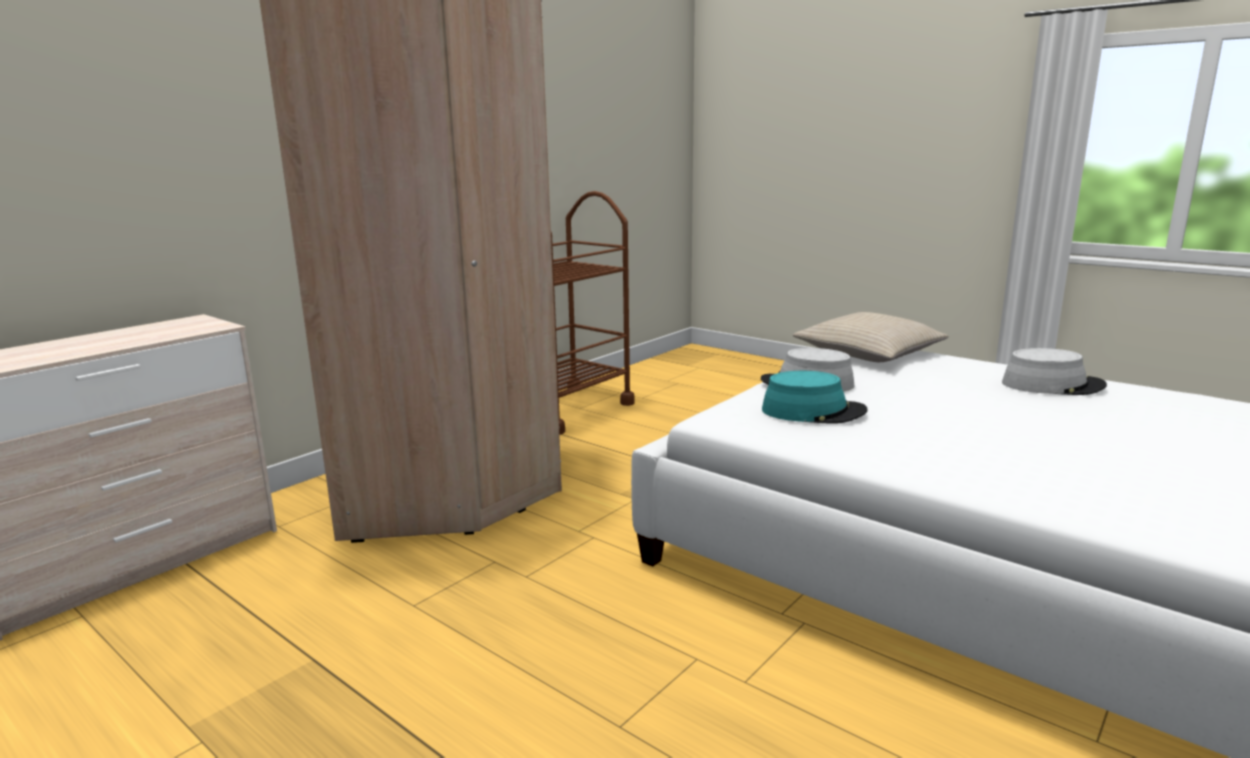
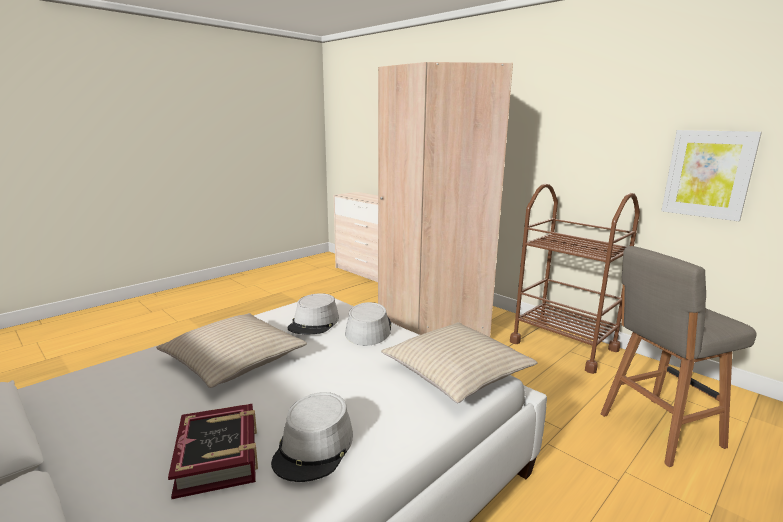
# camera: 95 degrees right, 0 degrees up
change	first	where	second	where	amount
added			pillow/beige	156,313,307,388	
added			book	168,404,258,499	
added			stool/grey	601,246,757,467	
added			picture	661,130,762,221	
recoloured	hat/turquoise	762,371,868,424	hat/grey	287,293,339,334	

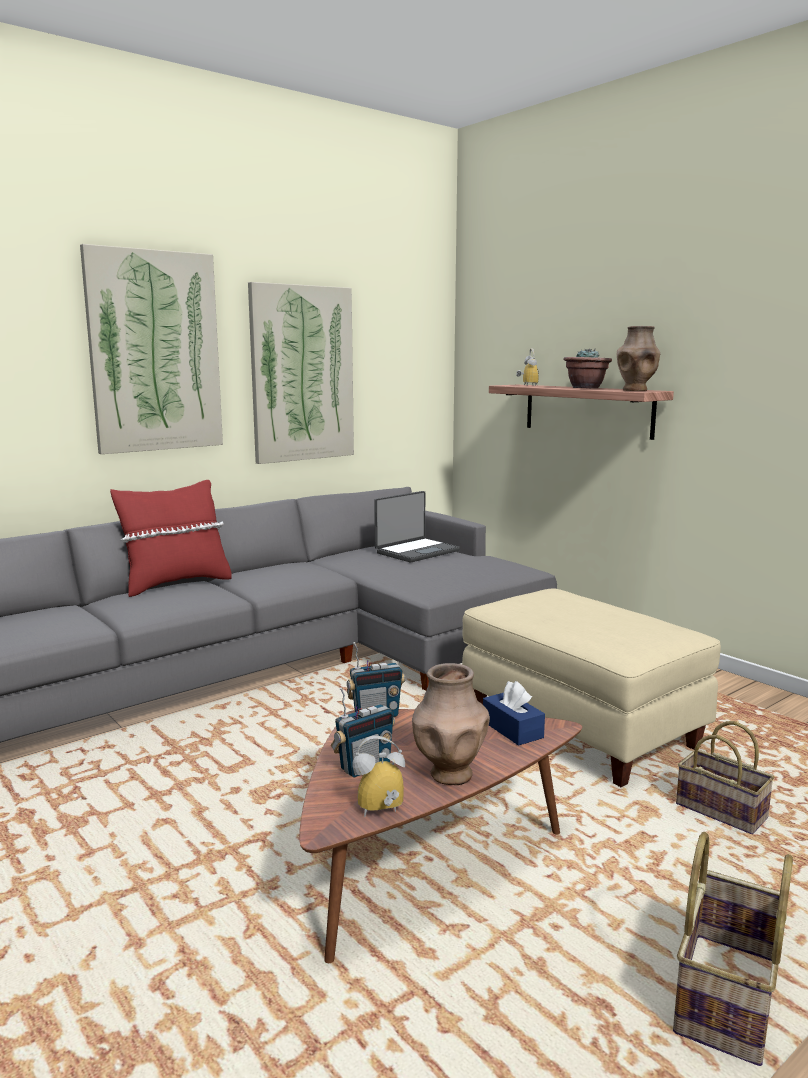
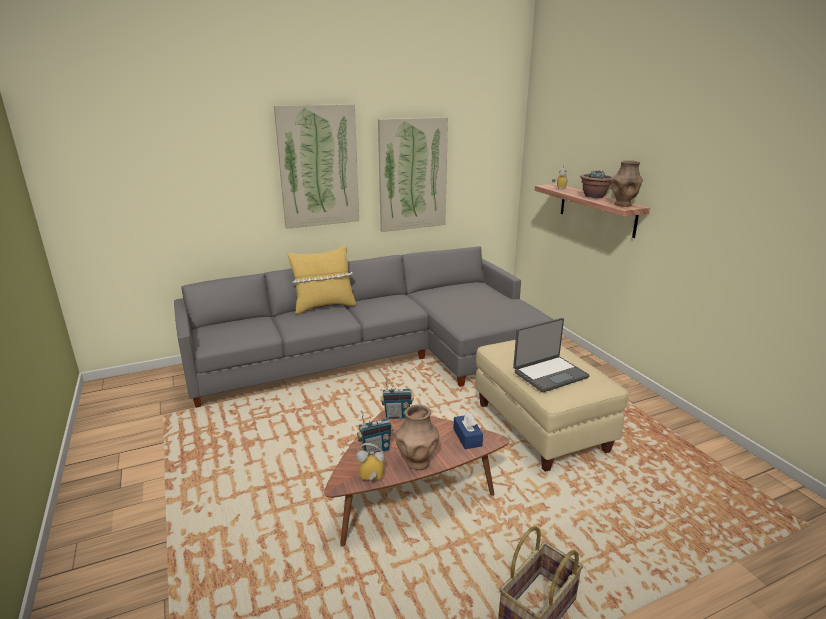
# camera: 15 degrees right, 10 degrees up
change	first	where	second	where	amount
removed	basket	676,721,775,834			
moved	laptop	374,491,460,562		513,318,590,392	
recoloured	pillow/red	110,480,232,597	pillow/yellow	288,246,356,315	

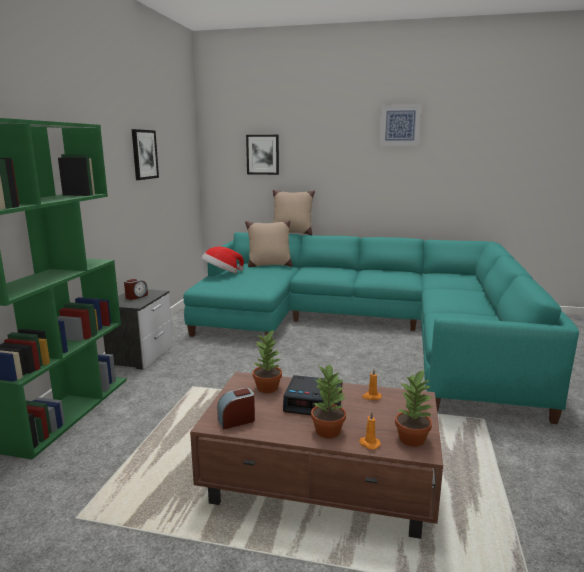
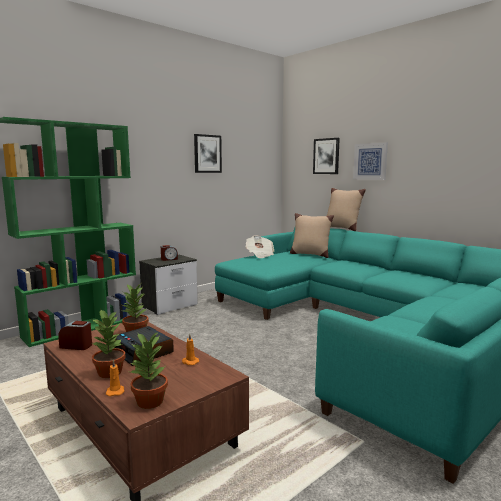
# camera: 35 degrees right, 5 degrees down
change	first	where	second	where	amount
moved	picture	380,104,422,146		353,142,388,180	
replaced	hat	202,247,244,273	newspaper	245,235,274,258	

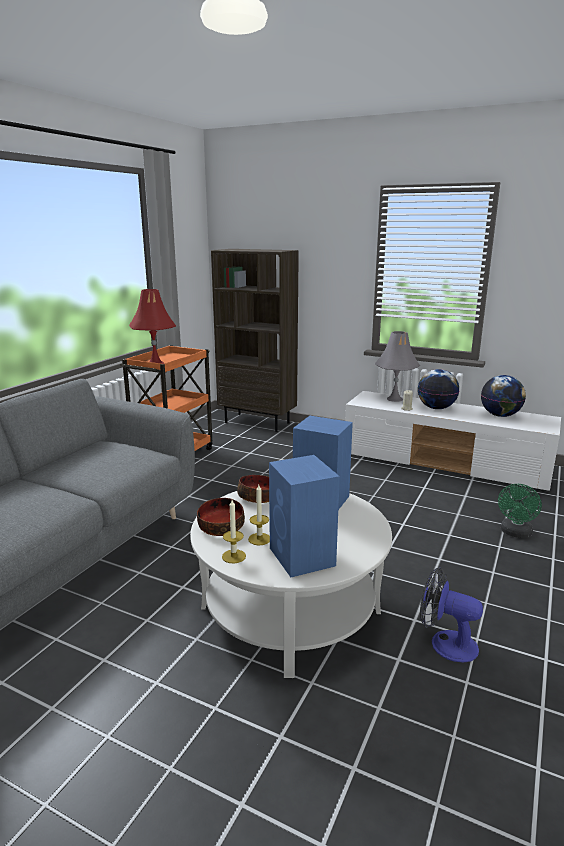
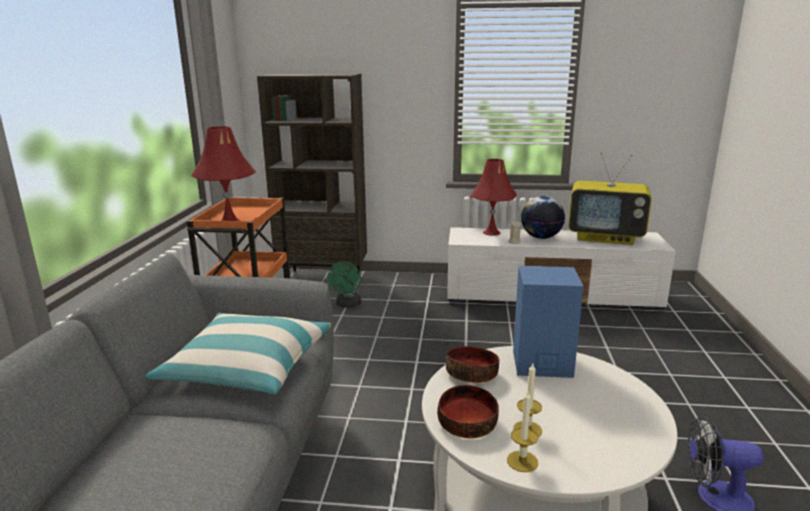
# camera: 20 degrees left, 0 degrees up
change	first	where	second	where	amount
removed	speaker/blue	269,455,340,577			
added			pillow	145,313,331,395	
moved	fan/green	498,484,542,538		327,261,362,308	
replaced	globe	481,375,526,417	television	568,152,652,245	
recoloured	table lamp/grey	375,331,420,402	table lamp/red	470,159,517,236	

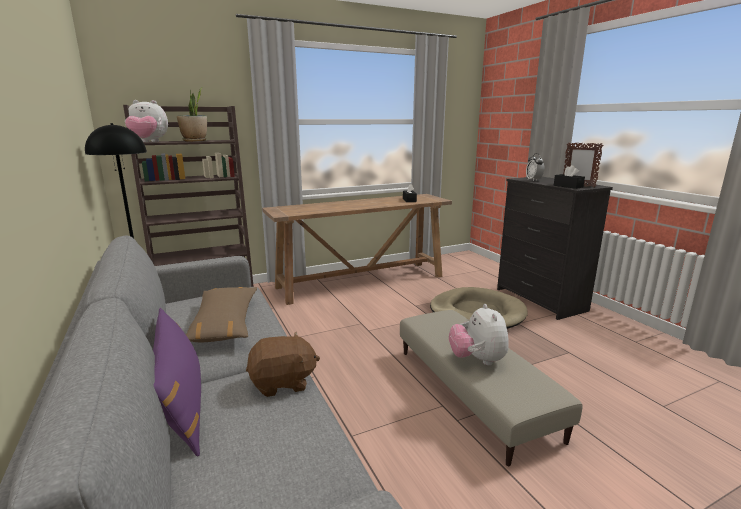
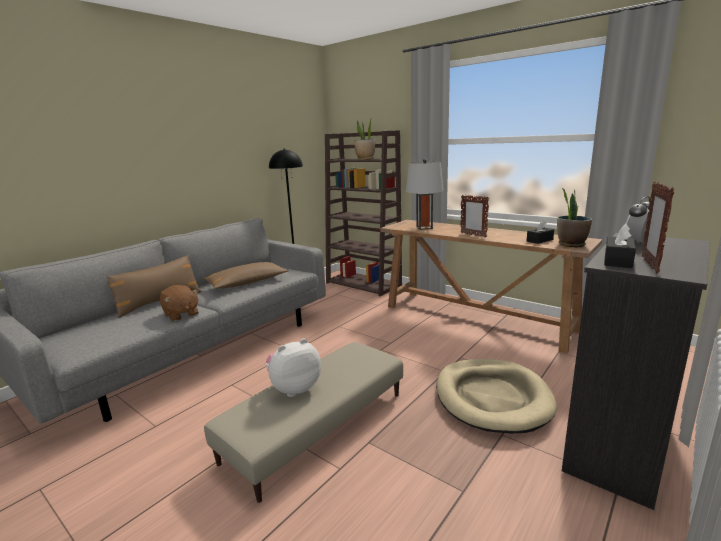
# camera: 65 degrees right, 0 degrees up
change	first	where	second	where	amount
removed	plush toy	125,100,168,142			
added			table lamp/grey	406,159,444,230	
added			picture frame	460,195,489,238	
added			potted plant	557,188,592,247	
recoloured	pillow/purple	153,308,201,456	pillow/brown	107,255,202,318	

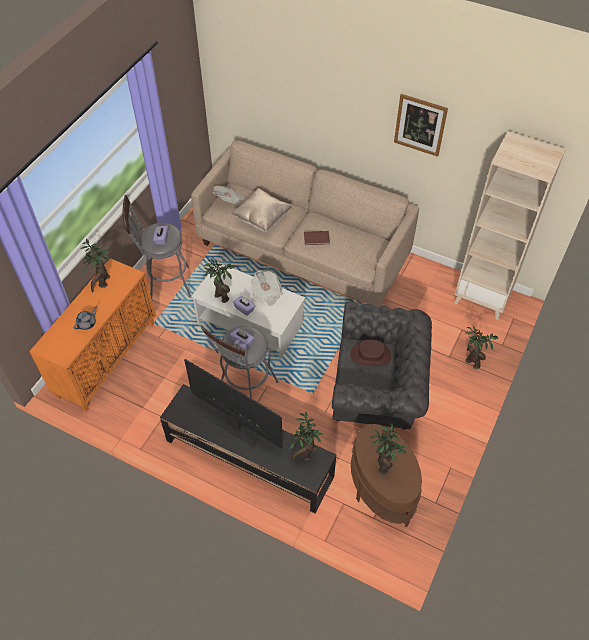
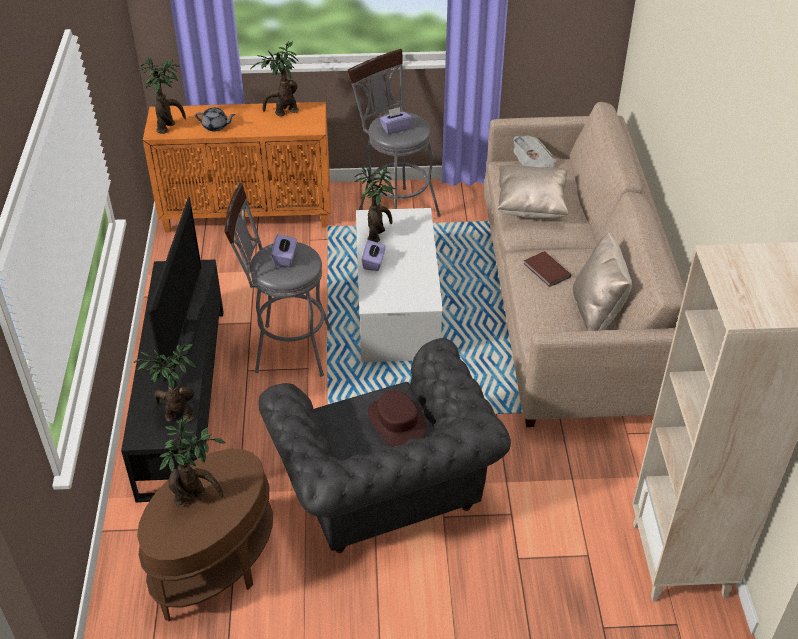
# camera: 60 degrees right, 10 degrees down
change	first	where	second	where	amount
removed	newspaper	250,270,283,306			
removed	picture	394,94,448,157			
added			pillow/beige	573,232,632,331	
moved	potted plant	466,326,498,369		137,56,186,134	

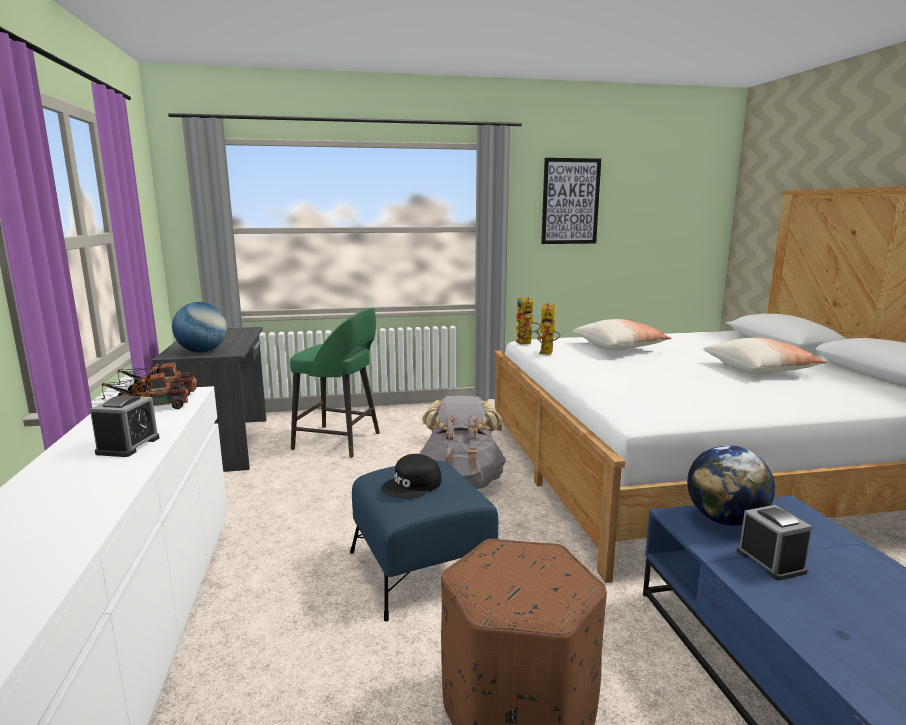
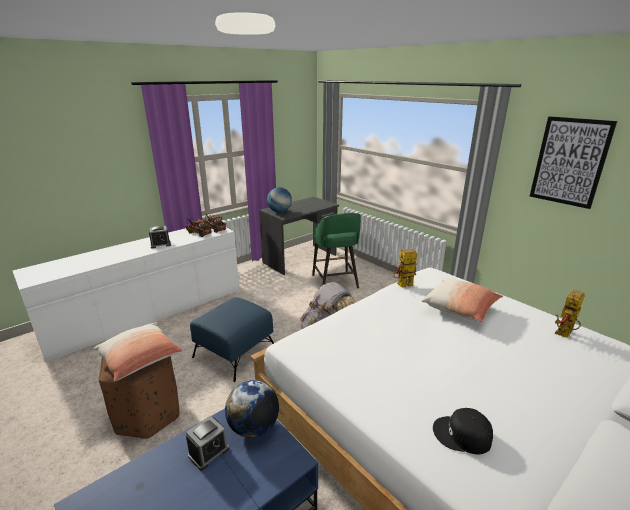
# camera: 60 degrees right, 10 degrees up
change	first	where	second	where	amount
moved	cap/black	382,454,442,499		433,408,493,454	
moved	toy robot	515,297,541,345		555,290,585,338	
moved	pillow	703,337,826,375		93,323,182,381	

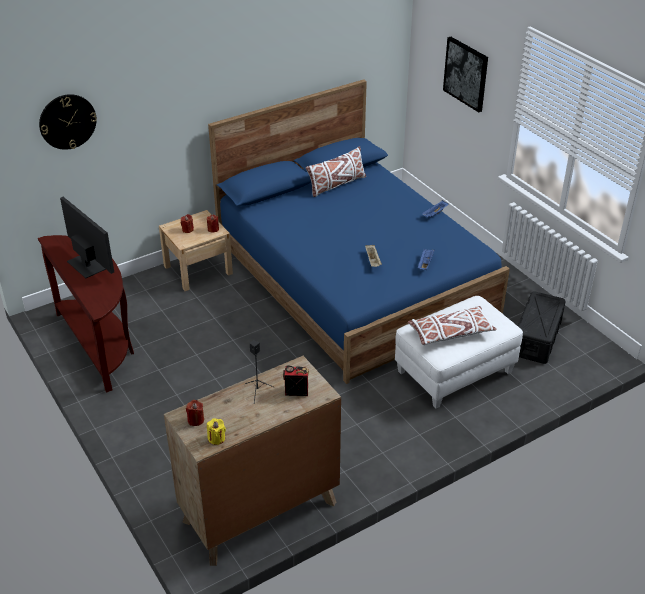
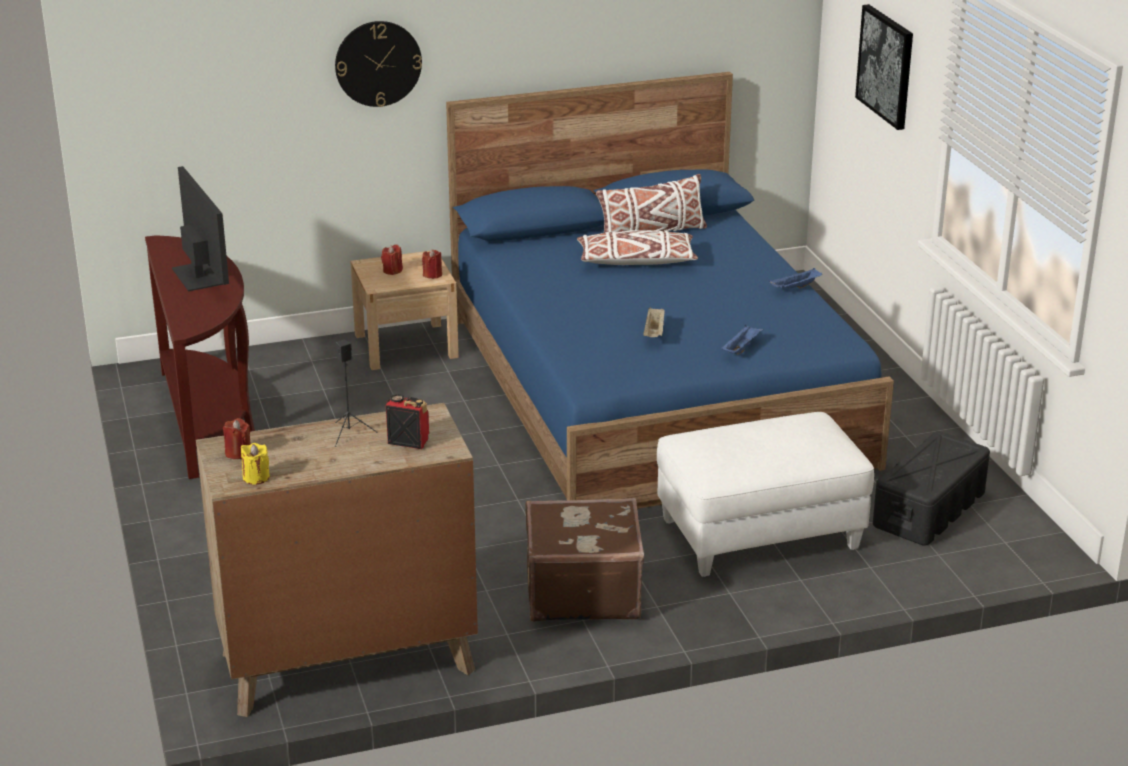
# camera: 15 degrees right, 10 degrees down
change	first	where	second	where	amount
added			suitcase/brown	525,498,644,622	
moved	wall clock	39,94,97,150		335,21,422,107	
moved	pillow/white	408,306,497,345		577,230,698,265	

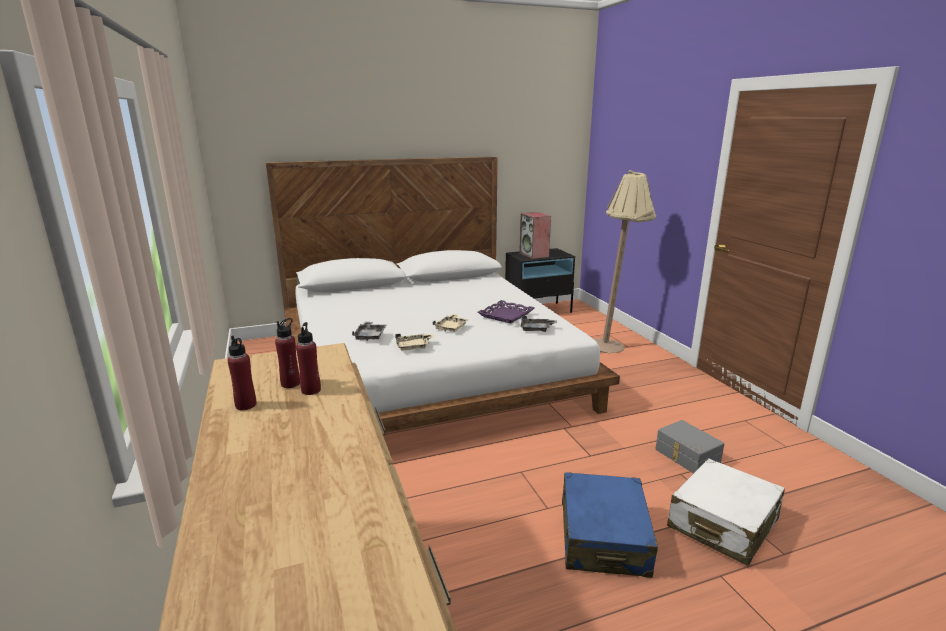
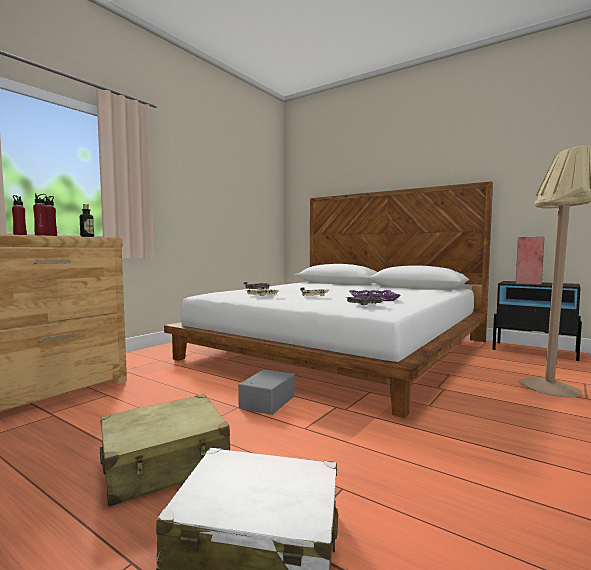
# camera: 55 degrees right, 15 degrees down
change	first	where	second	where	amount
added			bottle	80,204,94,237	
moved	storage box/grey	656,420,724,474		238,369,294,415	
recoloured	suitcase/blue	562,472,658,578	suitcase/beige	100,394,230,506	

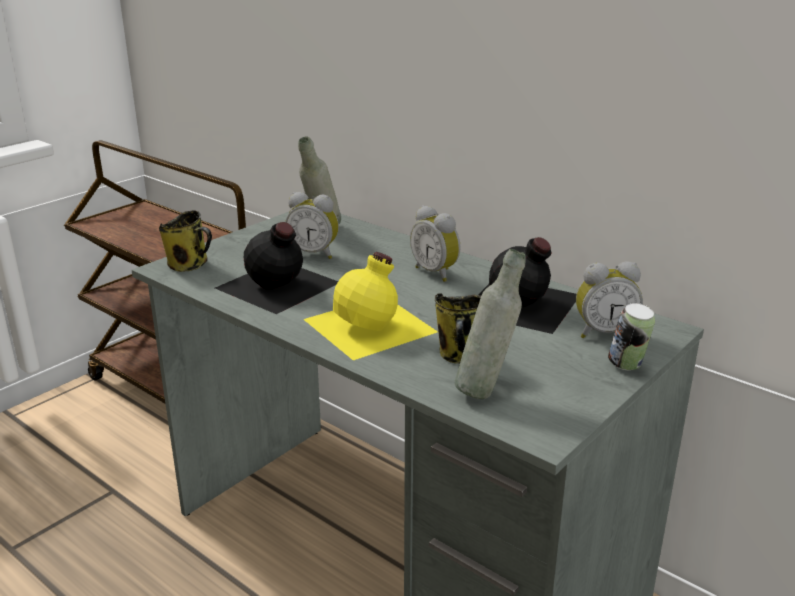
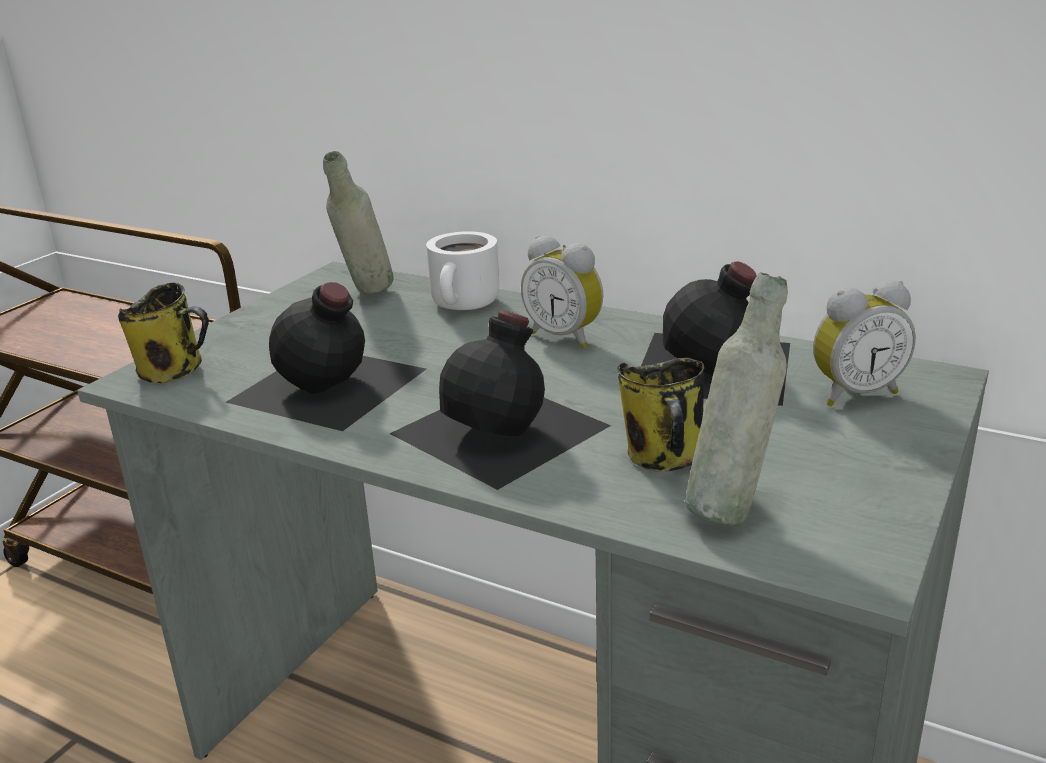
# camera: 10 degrees left, 0 degrees up
change	first	where	second	where	amount
removed	alarm clock	285,192,339,259			
removed	can	608,303,655,370			
added			mug/white	426,231,499,310	
recoloured	bottle/yellow	303,252,438,360	bottle/black	389,310,611,490	

